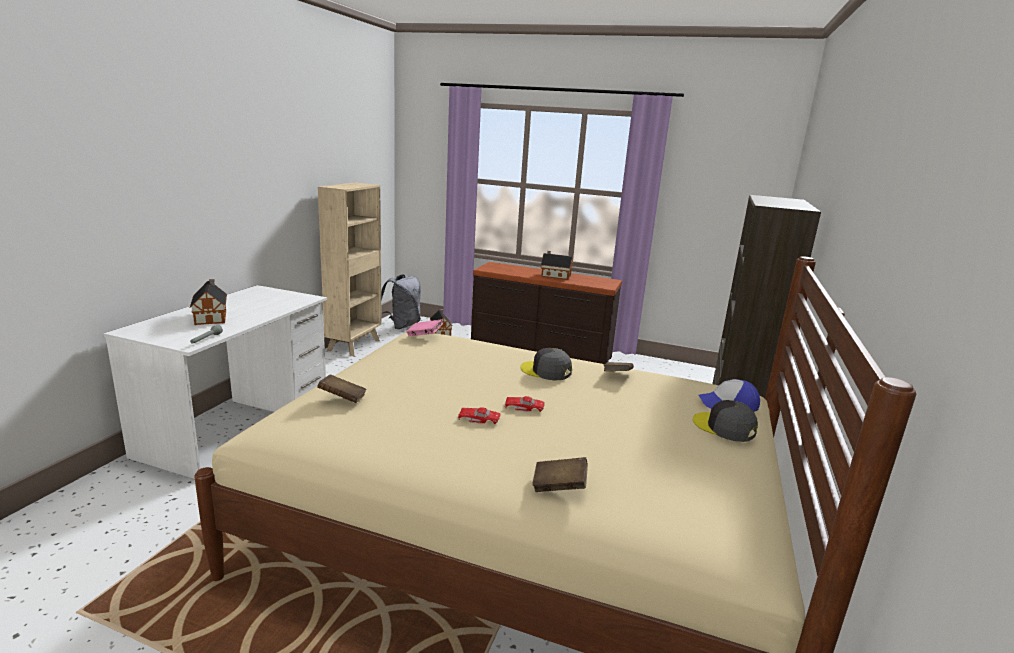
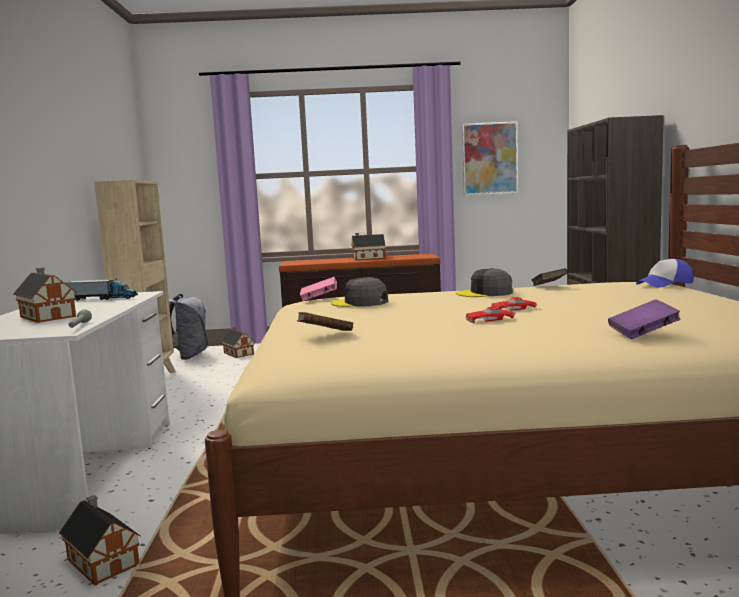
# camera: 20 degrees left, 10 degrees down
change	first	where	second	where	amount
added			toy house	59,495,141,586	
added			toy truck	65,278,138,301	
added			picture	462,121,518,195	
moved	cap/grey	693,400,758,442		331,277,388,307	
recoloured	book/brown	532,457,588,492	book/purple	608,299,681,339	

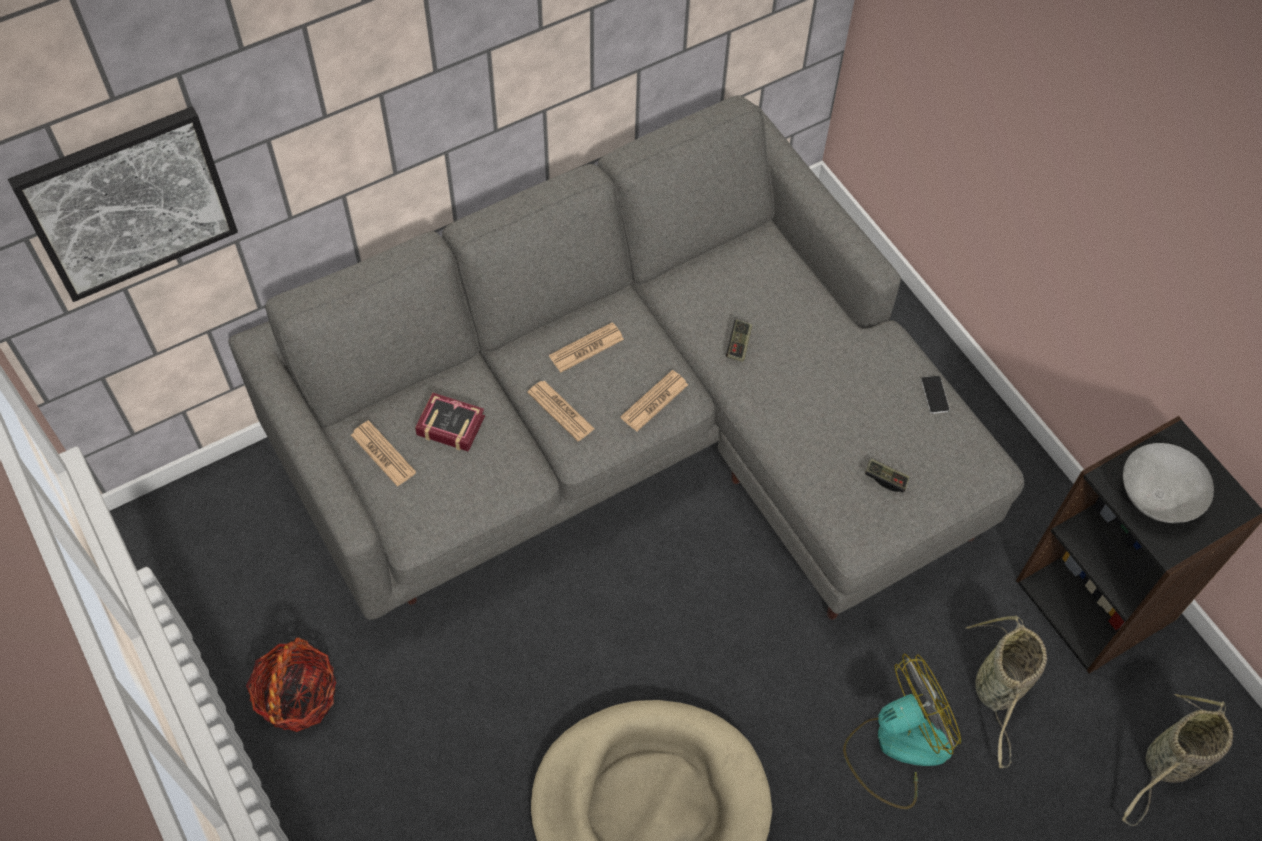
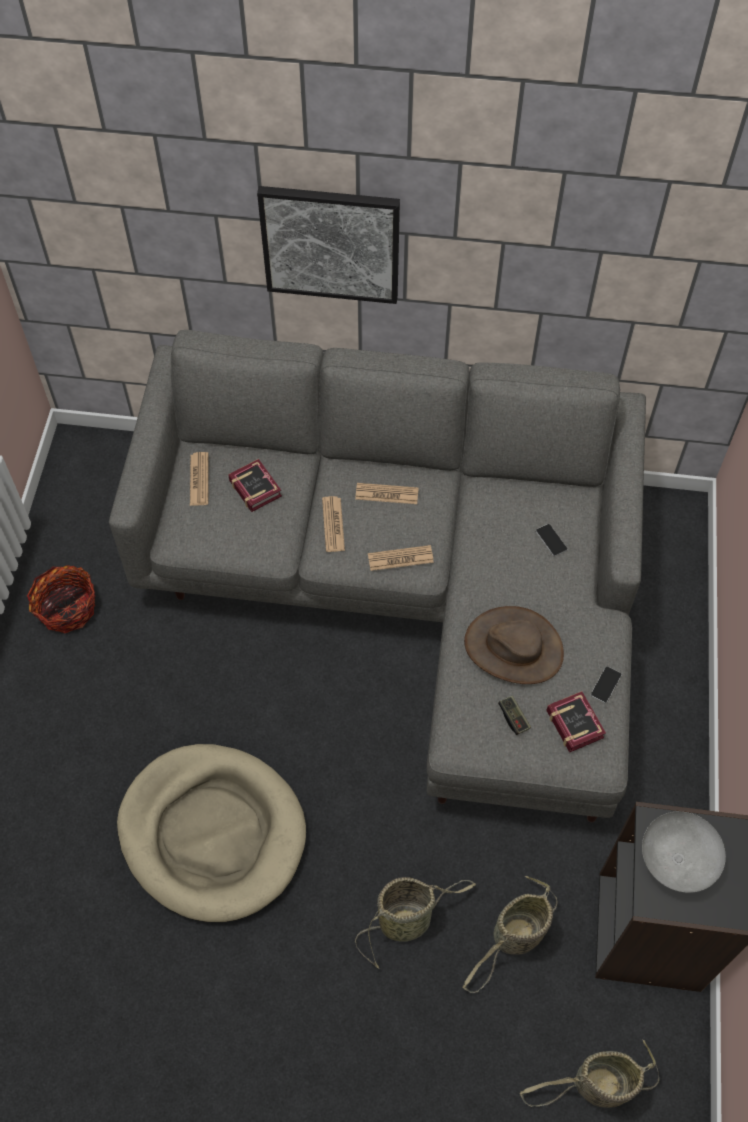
# camera: 40 degrees right, 0 degrees up
change	first	where	second	where	amount
removed	game controller	726,319,752,362			
added			hat/brown	464,606,564,684	
added			phone	536,524,567,556	
added			book	546,691,606,753	
moved	picture	8,106,238,302		257,186,400,304	
replaced	fan	843,654,961,809	basket	355,877,476,969	

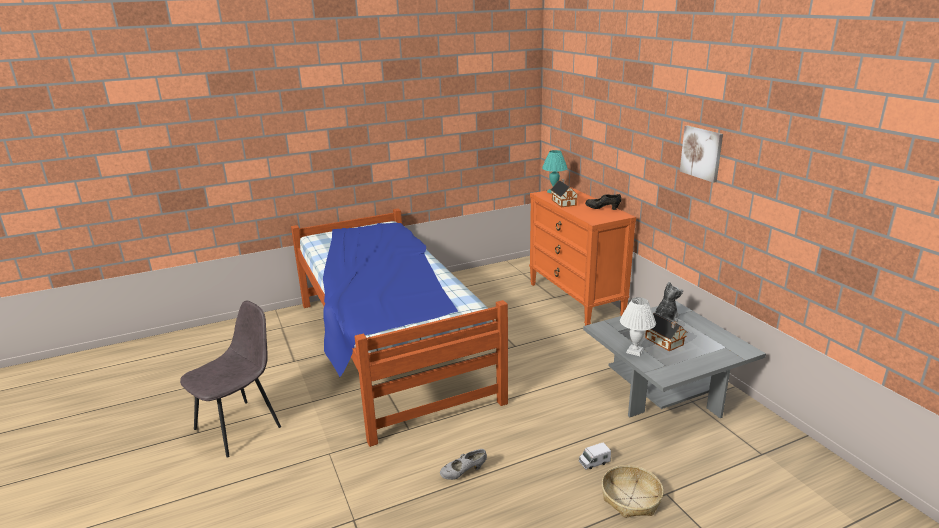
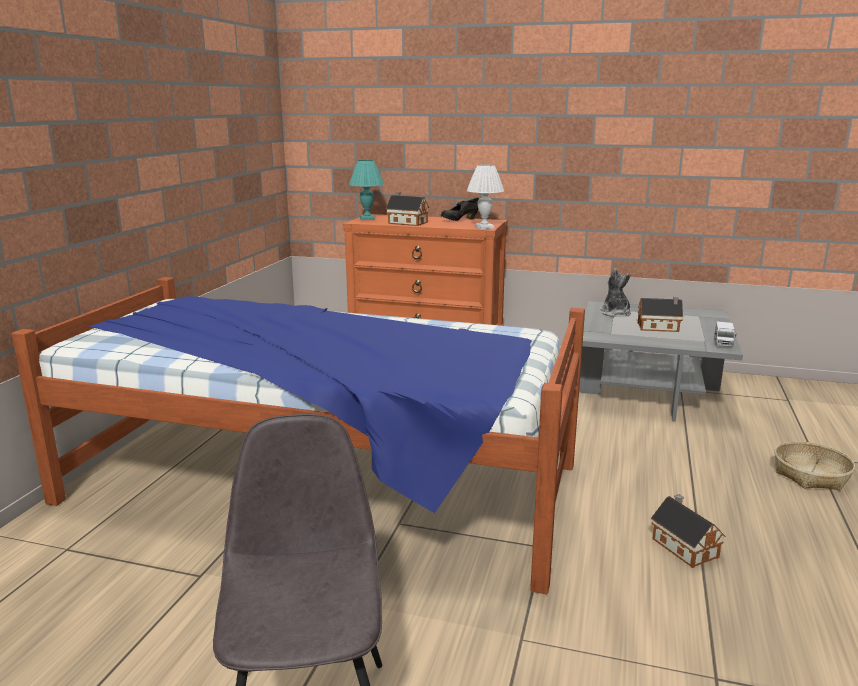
# camera: 50 degrees left, 5 degrees down
change	first	where	second	where	amount
removed	picture	680,126,723,183			
moved	toy truck	579,442,611,470		714,322,737,347	
moved	table lamp/white	620,297,656,356		467,164,504,229	
replaced	shoe/grey	440,449,487,480	toy house	651,494,726,568	

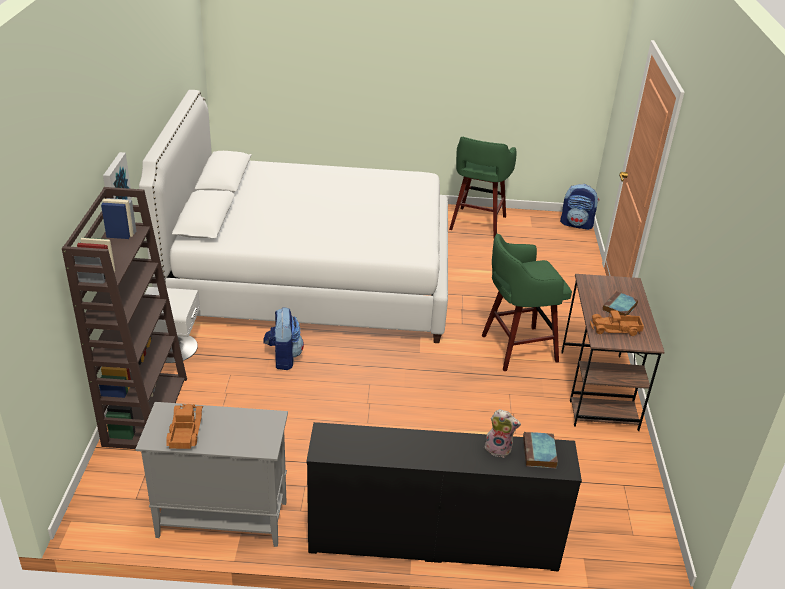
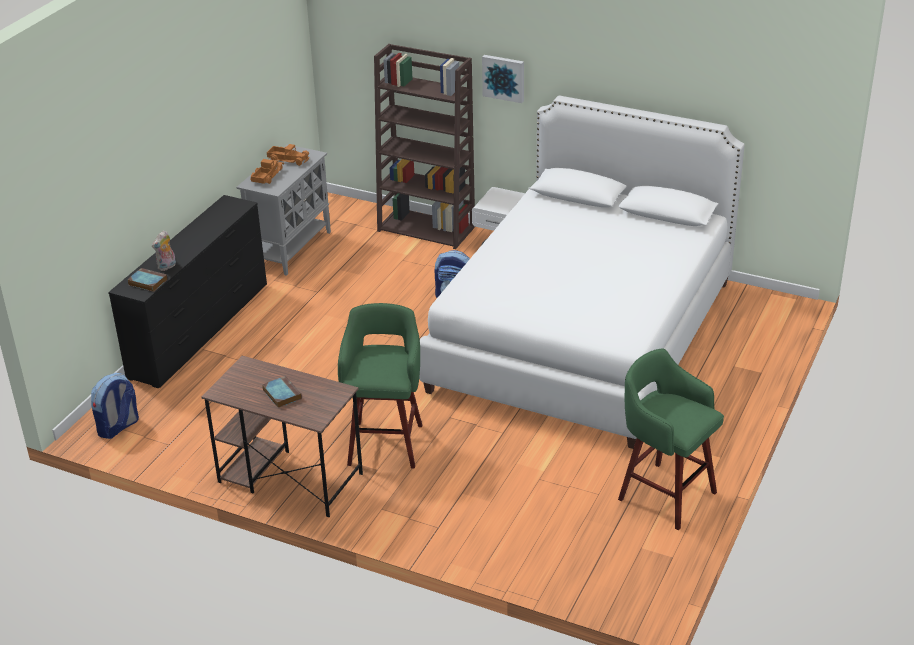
# camera: 115 degrees right, 0 degrees up
change	first	where	second	where	amount
moved	backpack	560,184,599,230		91,373,139,439	
moved	toy truck	590,310,644,336		250,159,284,184	

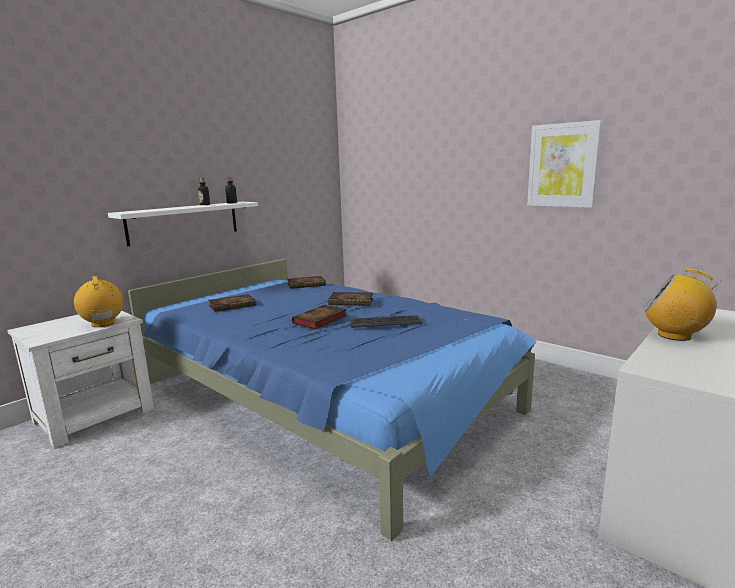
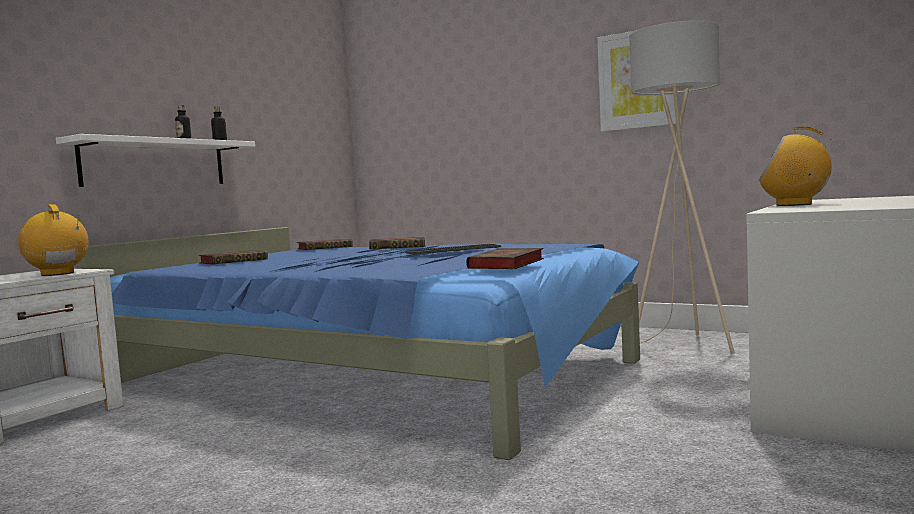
# camera: 10 degrees left, 10 degrees down
change	first	where	second	where	amount
added			floor lamp/beige	614,20,735,354	
moved	book	292,305,347,330		466,248,544,269	

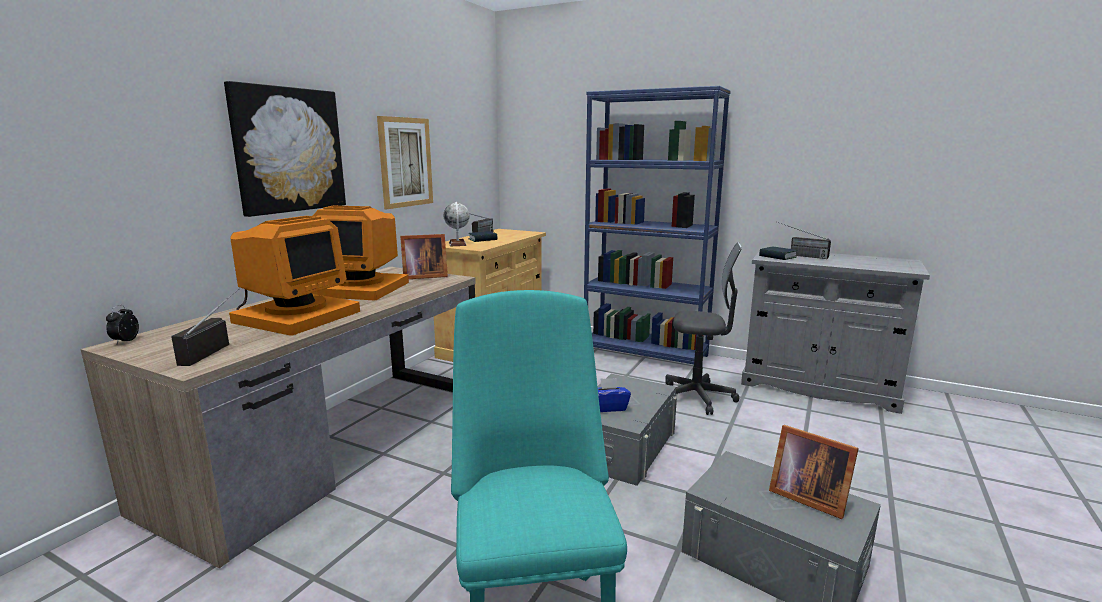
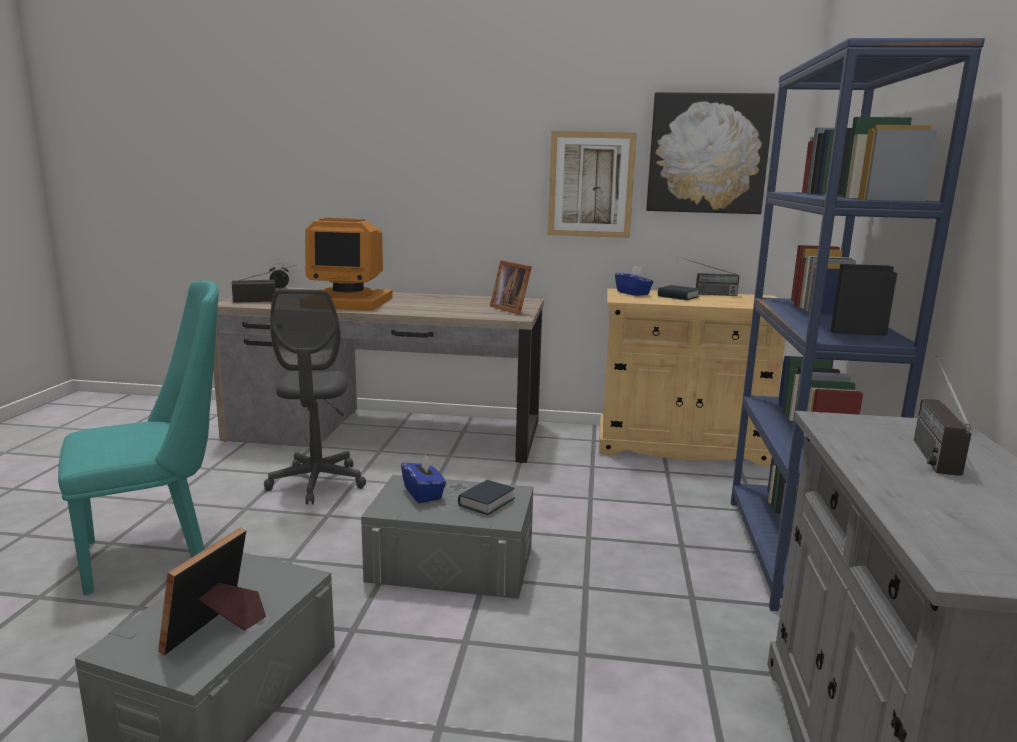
# camera: 70 degrees right, 0 degrees up
change	first	where	second	where	amount
removed	monitor	312,206,409,300			
moved	picture	224,81,346,217		646,92,775,214	
moved	office chair/grey	665,242,742,415		264,289,366,505	
moved	book	759,246,797,260		458,480,515,515	
replaced	globe	444,202,470,246	tissue box/blue	615,265,654,296	

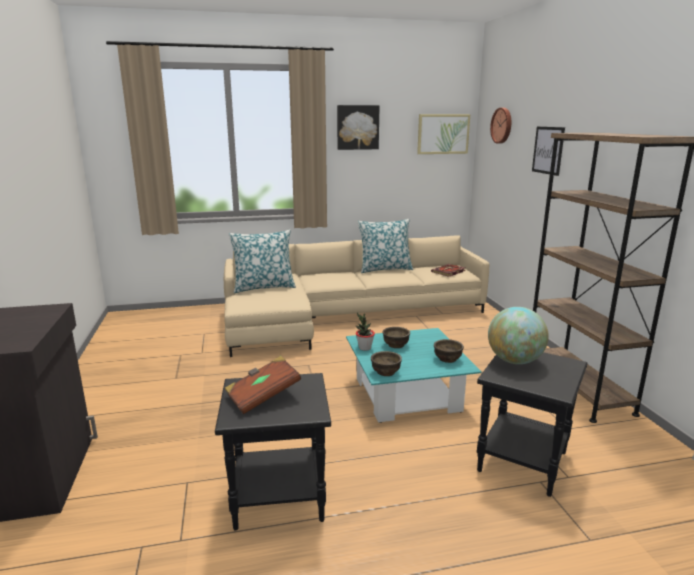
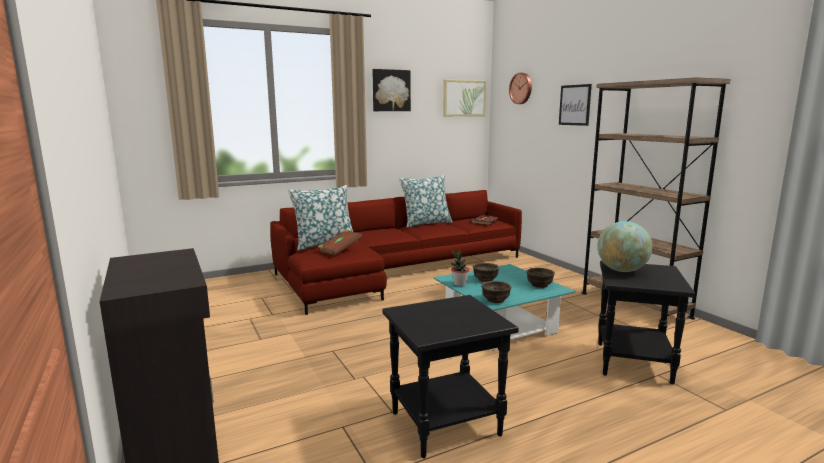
# camera: 15 degrees left, 5 degrees down
change	first	where	second	where	amount
moved	book/brown	225,356,301,414		318,229,362,256	
recoloured	sofa/beige	224,235,489,357	sofa/red	270,190,522,315	

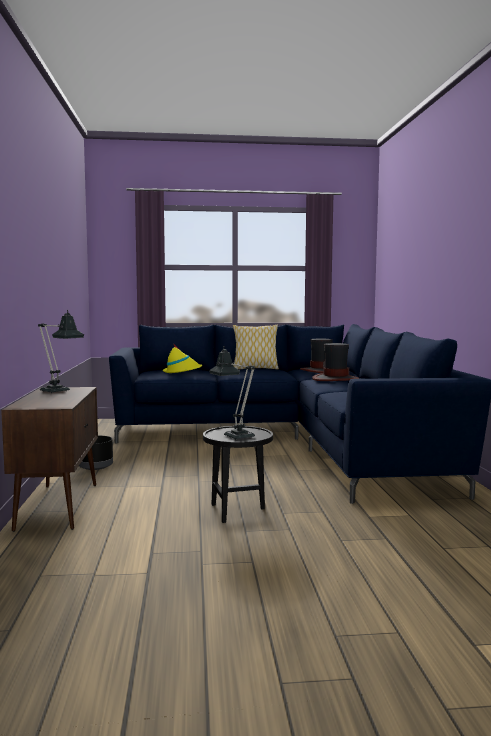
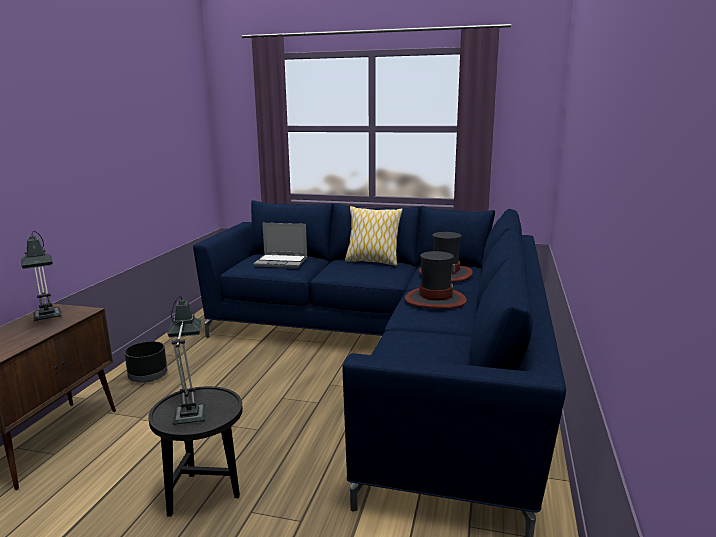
# camera: 20 degrees right, 10 degrees up
change	first	where	second	where	amount
replaced	hat/yellow	163,345,202,373	laptop	253,223,307,268	

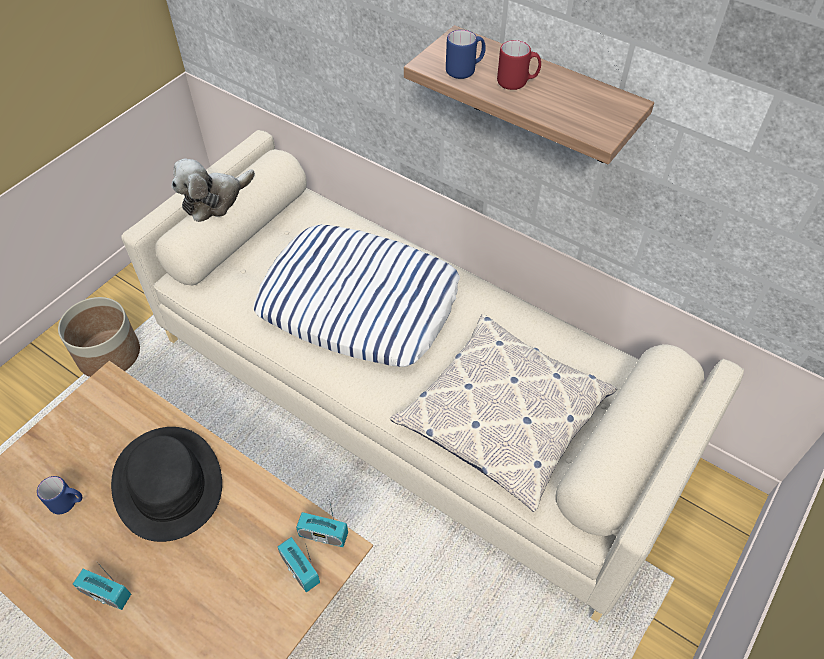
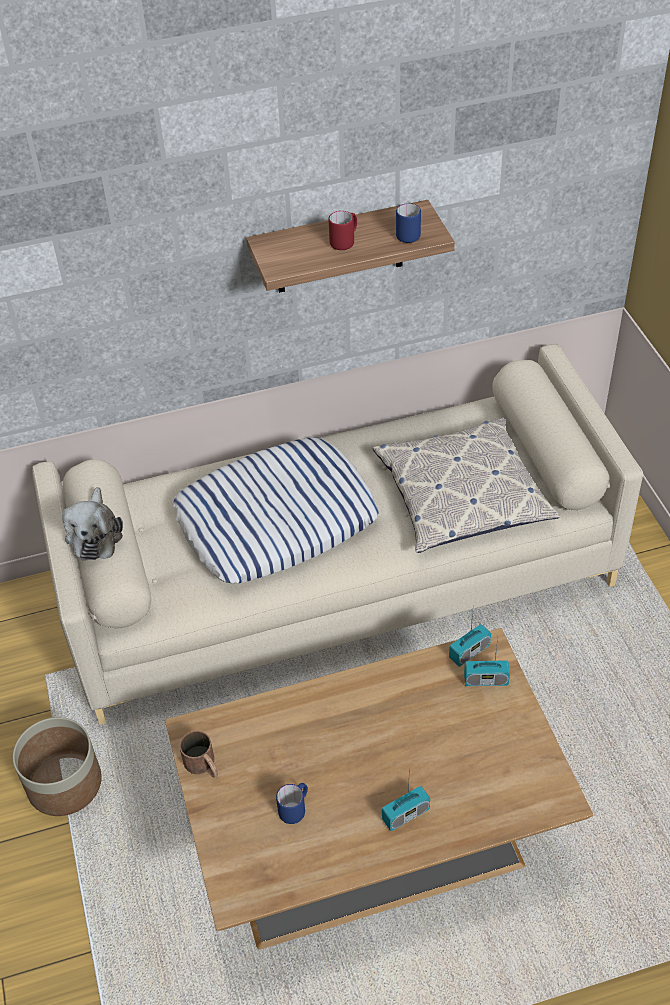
# camera: 50 degrees left, 5 degrees down
change	first	where	second	where	amount
removed	hat/black	111,427,222,542			
added			mug/brown	180,731,218,777	
moved	mug/blue	446,30,486,79		396,203,421,243	

